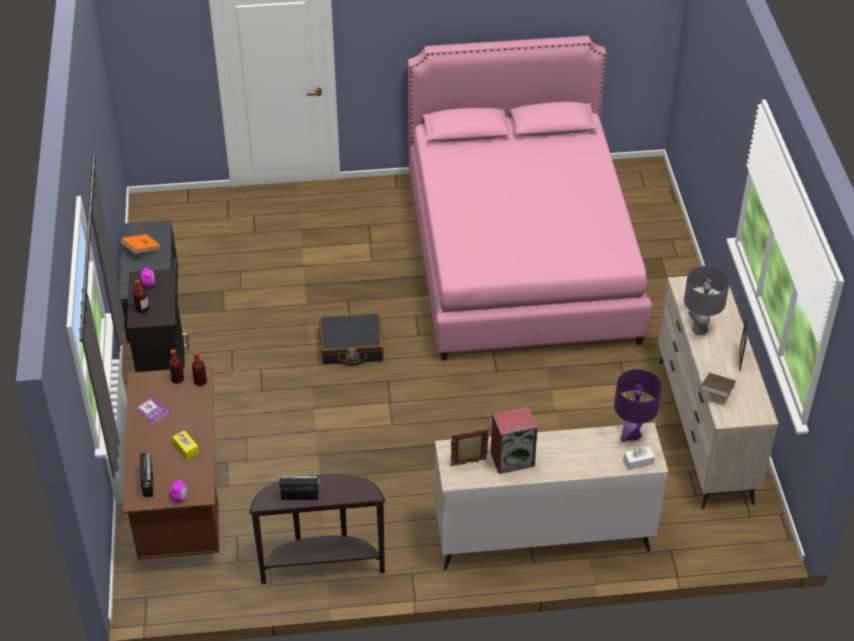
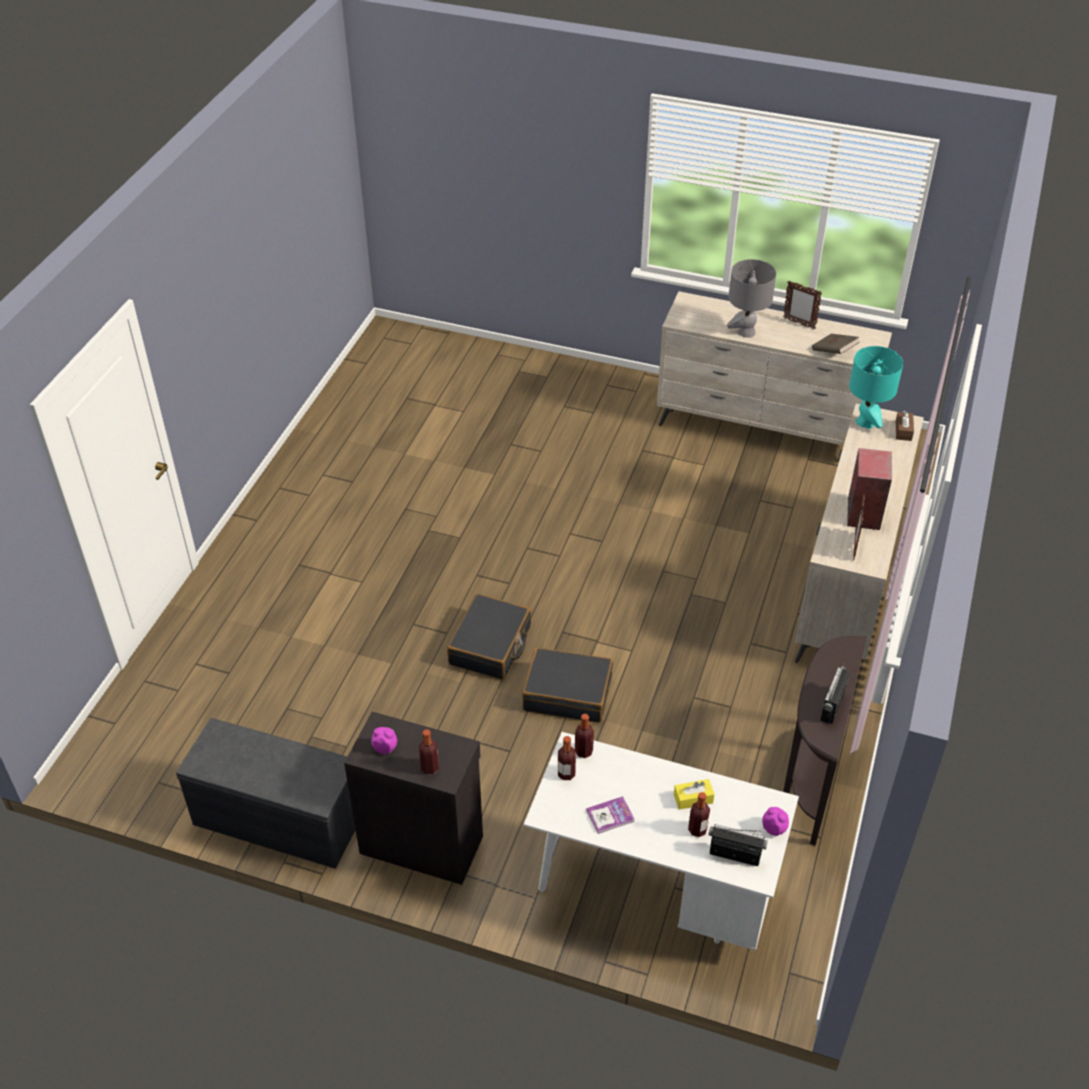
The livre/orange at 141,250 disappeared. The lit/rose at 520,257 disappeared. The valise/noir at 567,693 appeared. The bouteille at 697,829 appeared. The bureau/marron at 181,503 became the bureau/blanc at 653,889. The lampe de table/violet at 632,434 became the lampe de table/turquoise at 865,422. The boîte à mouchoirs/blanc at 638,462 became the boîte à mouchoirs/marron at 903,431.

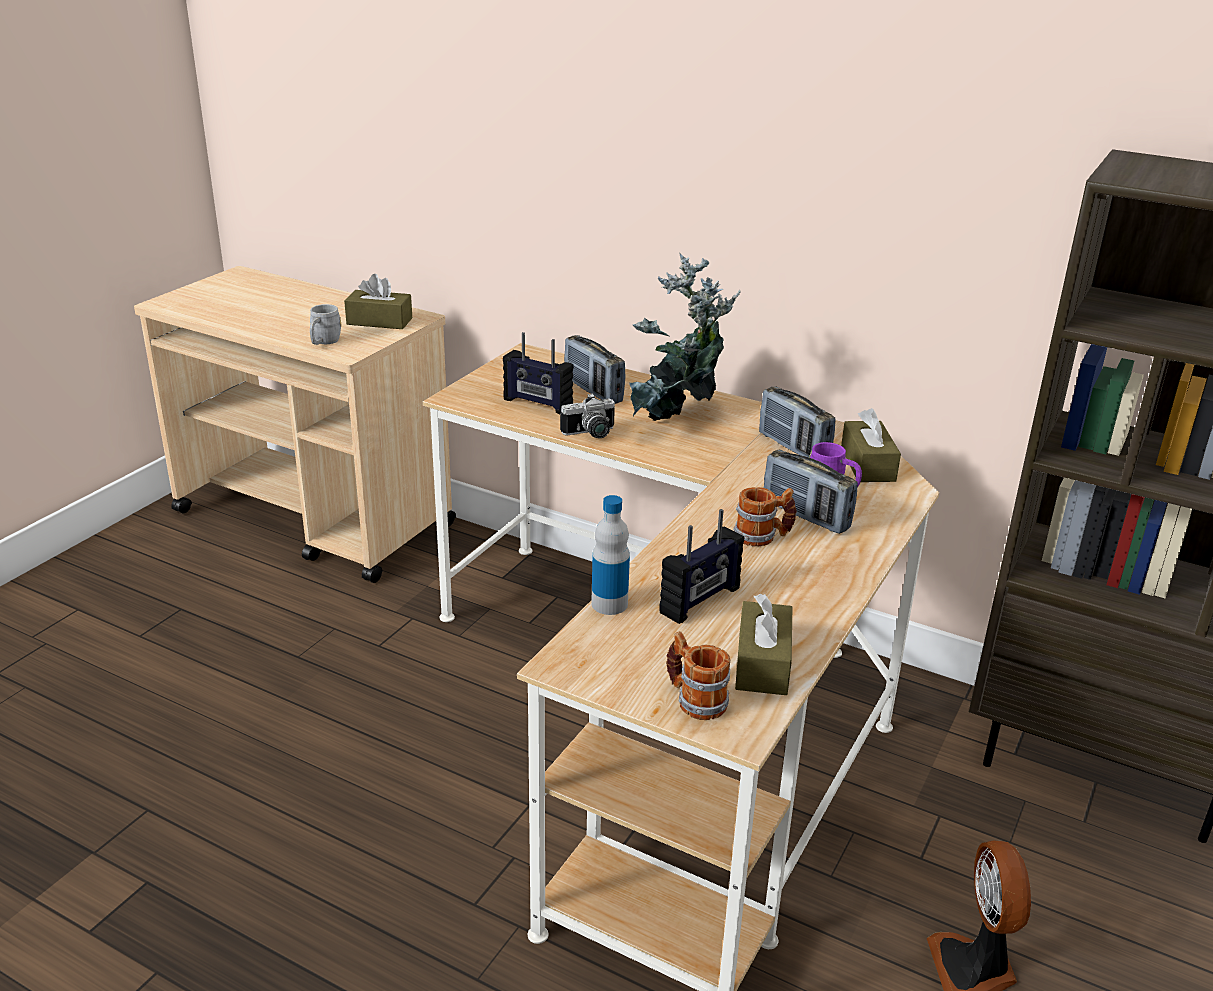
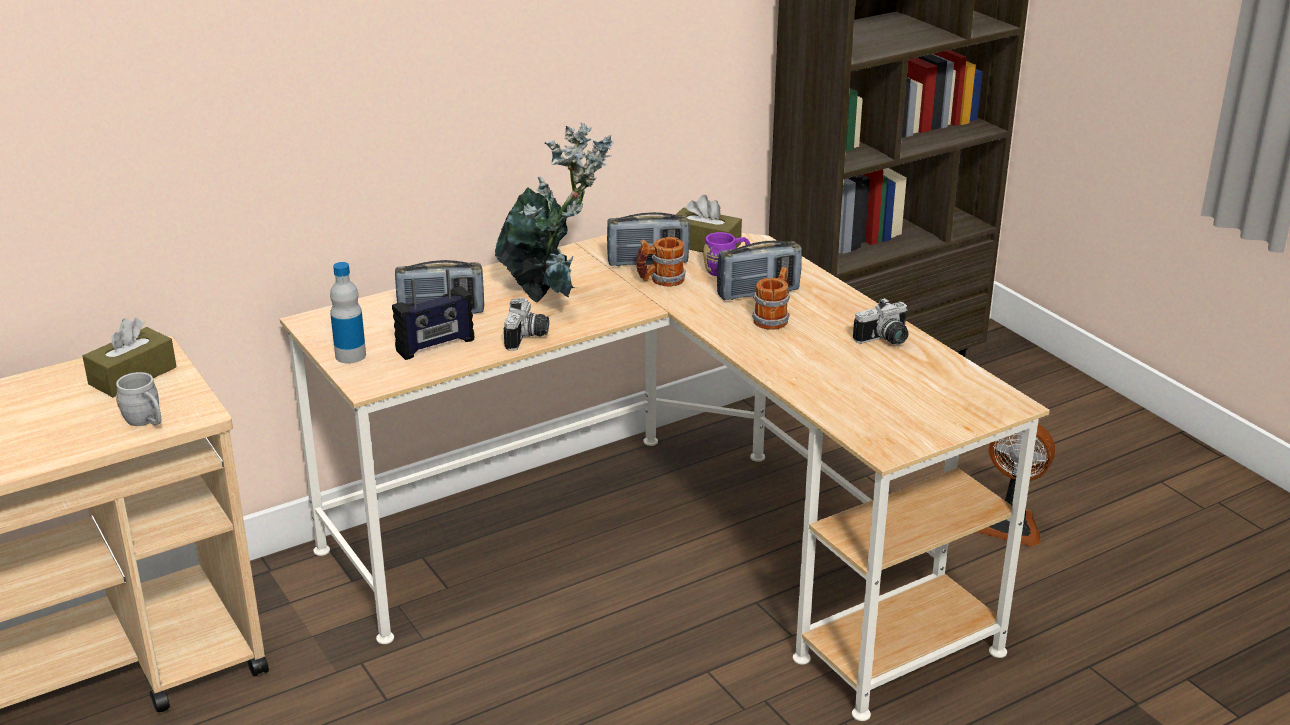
The radio at 701,601 disappeared. The boîte à mouchoirs/marron at 762,663 disappeared. The appareil photo at 885,340 appeared. The bouteille moved from 609,604 to 350,355. The mug moved from 694,699 to 660,280.

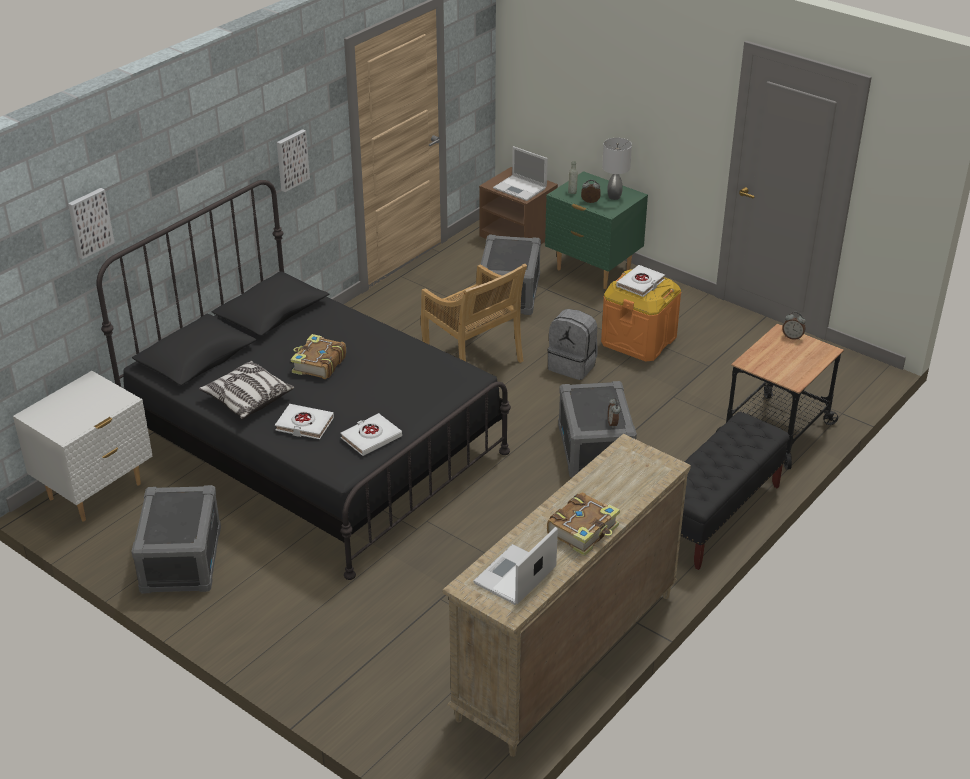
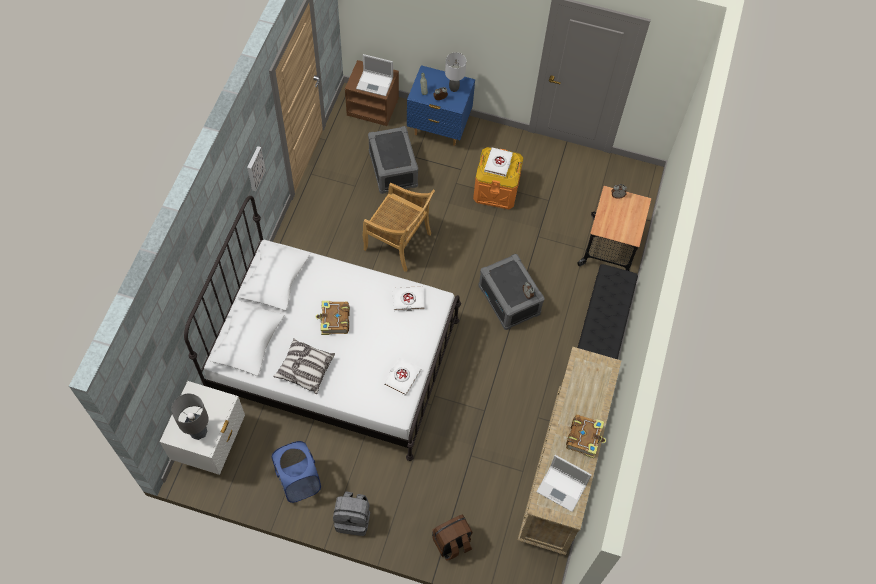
The tableau at 89,222 disappeared. The lampe de table/gris at 199,431 appeared. The sac à dos/marron at 452,543 appeared. The livre/blanc moved from 304,425 to 408,300. The sac à dos/gris moved from 573,365 to 353,519. The boîte de rangement/gris at 181,559 was replaced by the panier à linge/bleu at 299,481. The lit/noir at 316,448 became the lit/blanc at 335,358. The table de chevet/vert at 593,270 became the table de chevet/bleu at 439,129. The ordinateur portable at 514,576 turned 75 degrees counterclockwise.

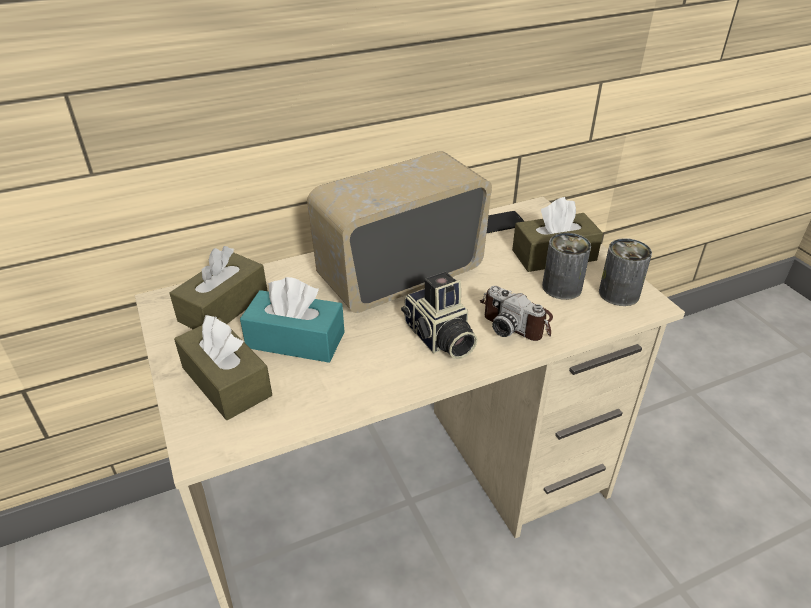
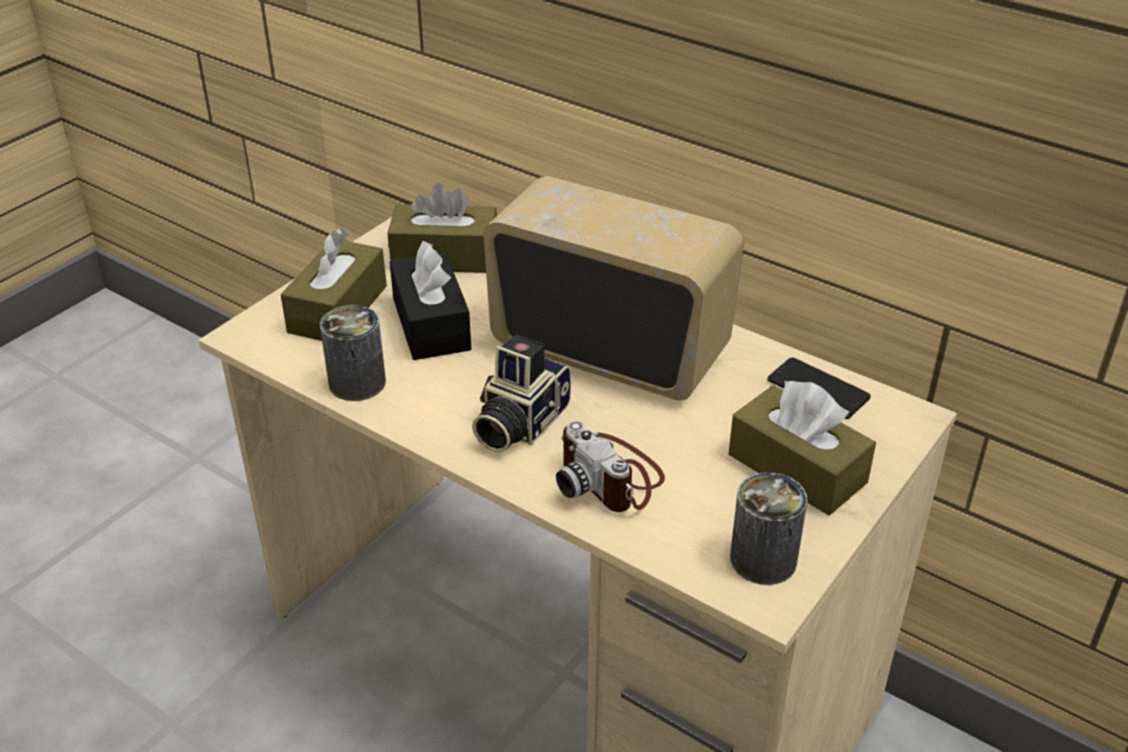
The boîte métallique moved from 562,287 to 357,383. The boîte à mouchoirs/turquoise at 295,340 became the boîte à mouchoirs/noir at 431,324. The appareil photo at 517,320 turned 45 degrees counterclockwise.

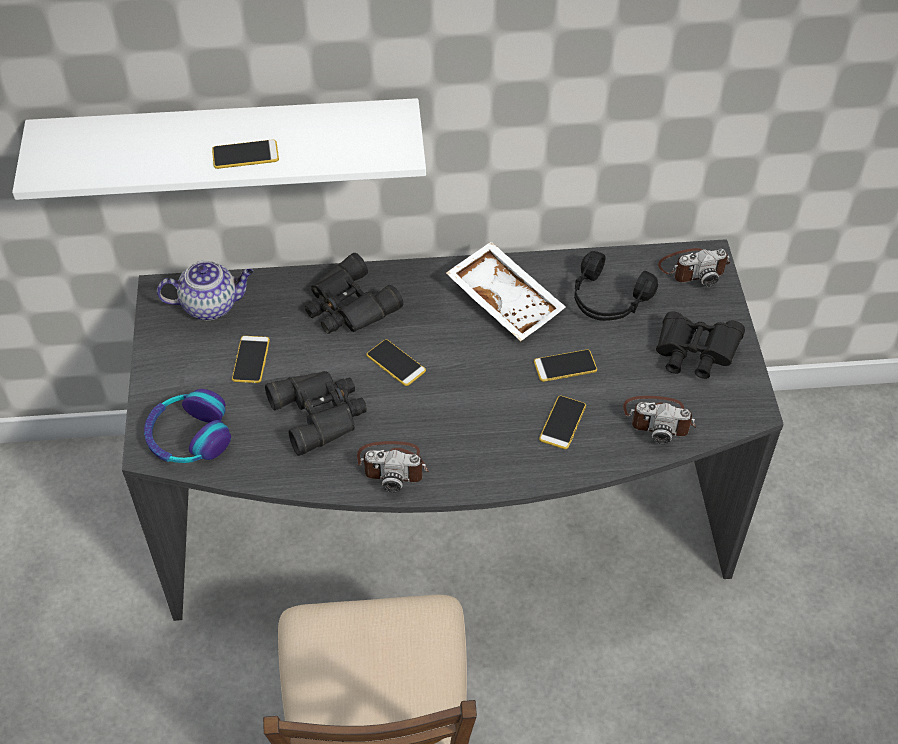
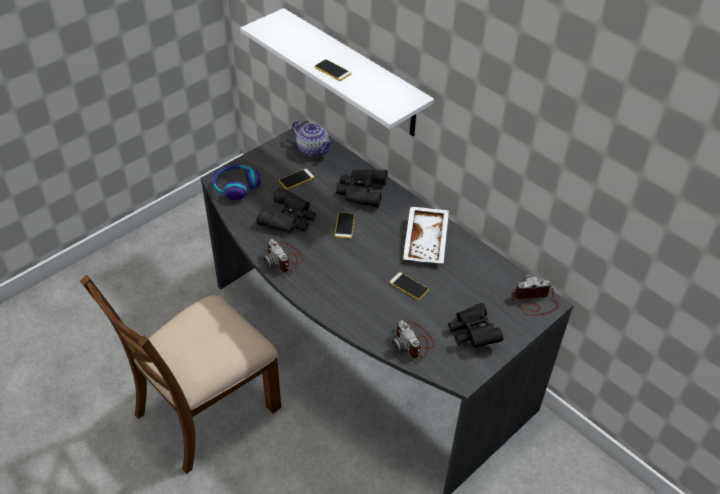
The téléphone at 562,422 disappeared. The casque audio/noir at 607,300 disappeared. The appareil photo at 693,268 turned 135 degrees clockwise.

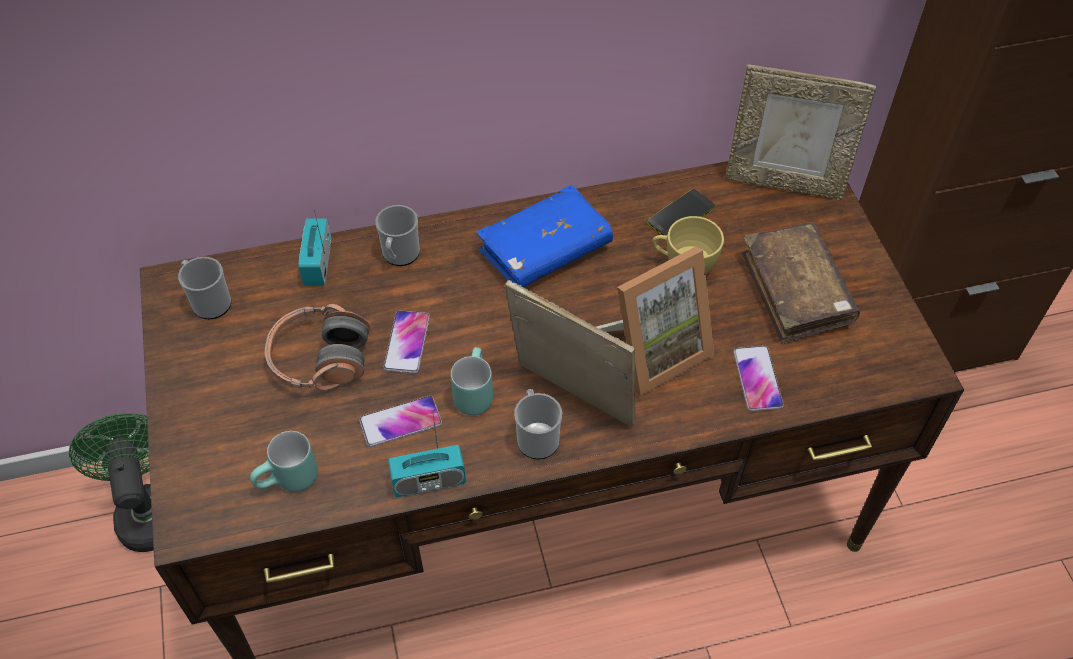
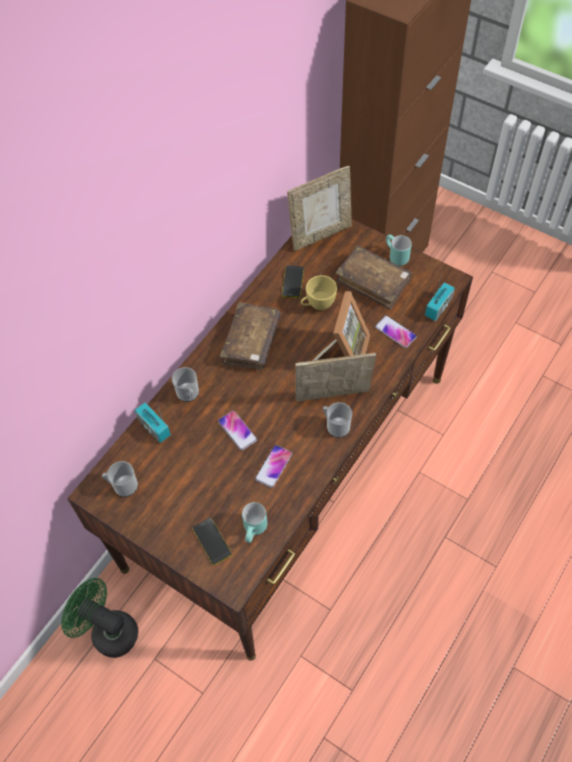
The casque audio at 320,359 disappeared. The téléphone at 212,541 appeared. The radio moved from 428,481 to 438,307. The mug/turquoise moved from 471,392 to 395,257. The livre/bleu at 545,250 became the livre/marron at 251,342.

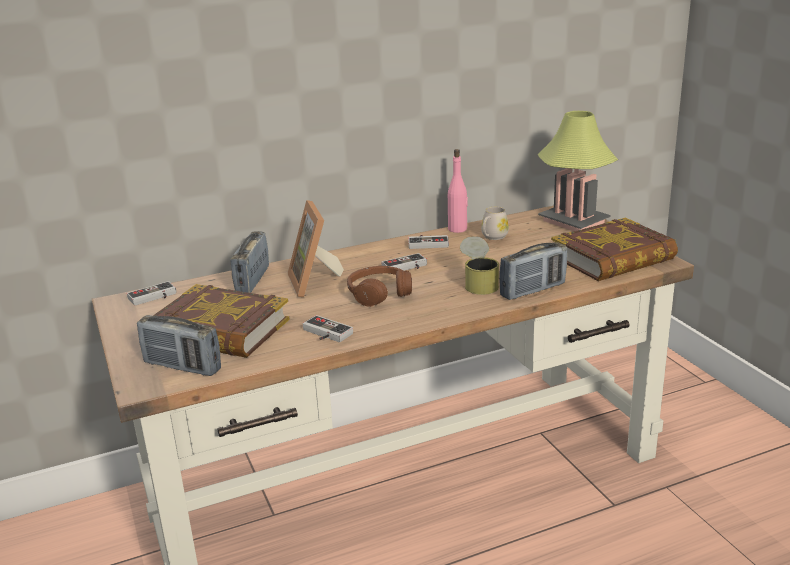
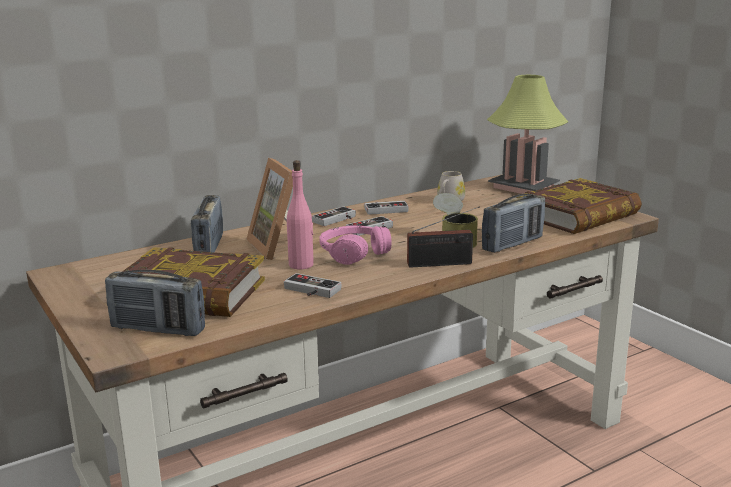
The radio at 443,264 appeared. The manette moved from 154,297 to 337,220. The bouteille/rose moved from 458,229 to 301,265. The casque audio/marron at 379,294 became the casque audio/rose at 353,253.

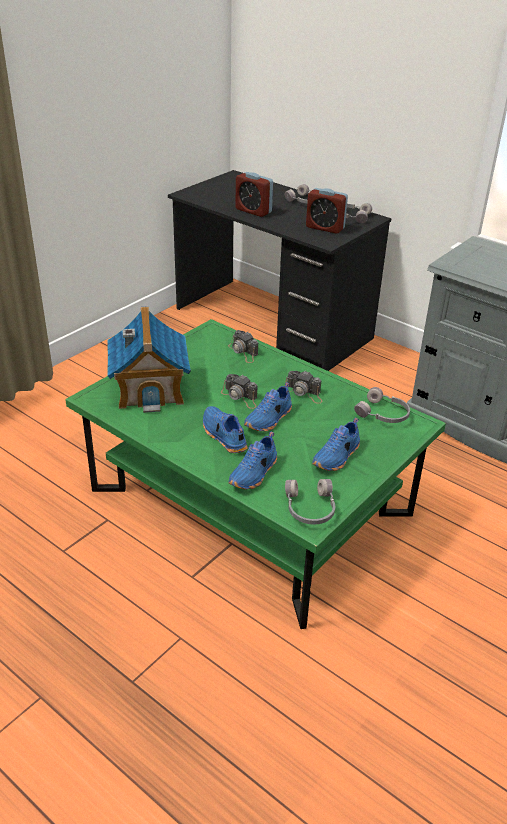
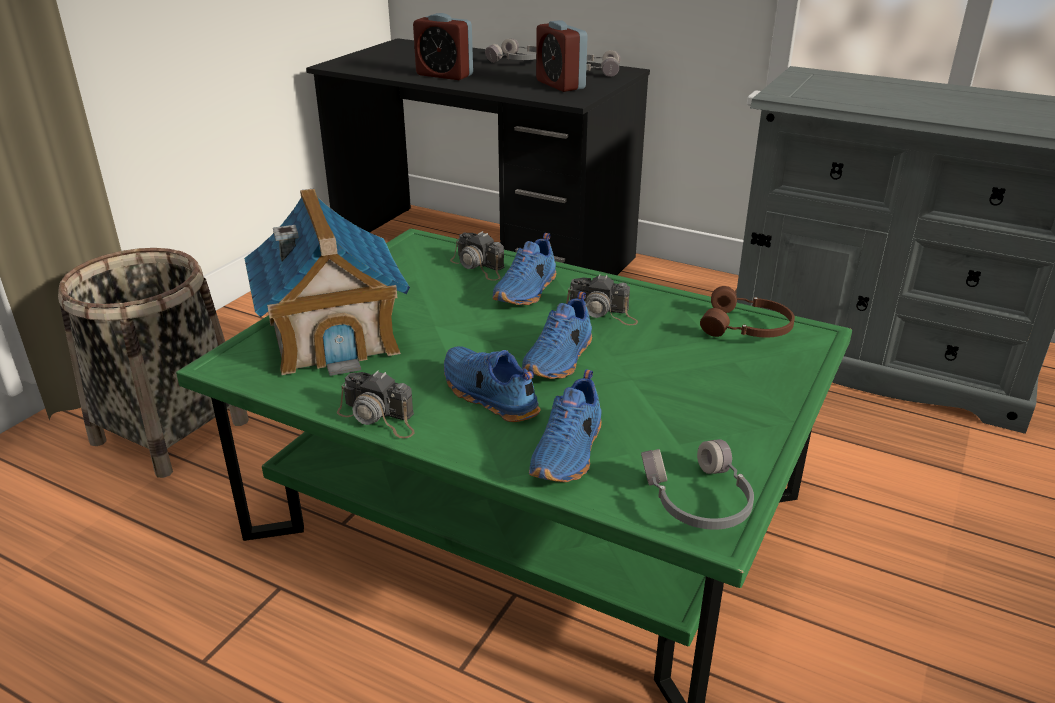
The panier at 171,431 appeared. The appareil photo moved from 240,397 to 379,417. The chaussure/bleu moved from 337,457 to 527,291. The casque audio/gris at 383,414 became the casque audio/marron at 747,328. The réveil at 325,228 turned 45 degrees clockwise.

